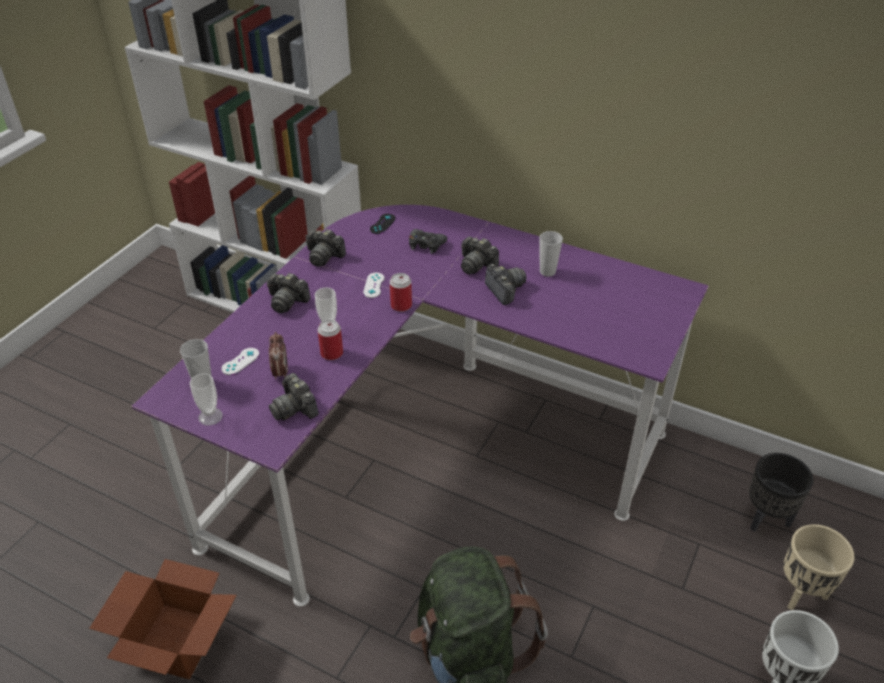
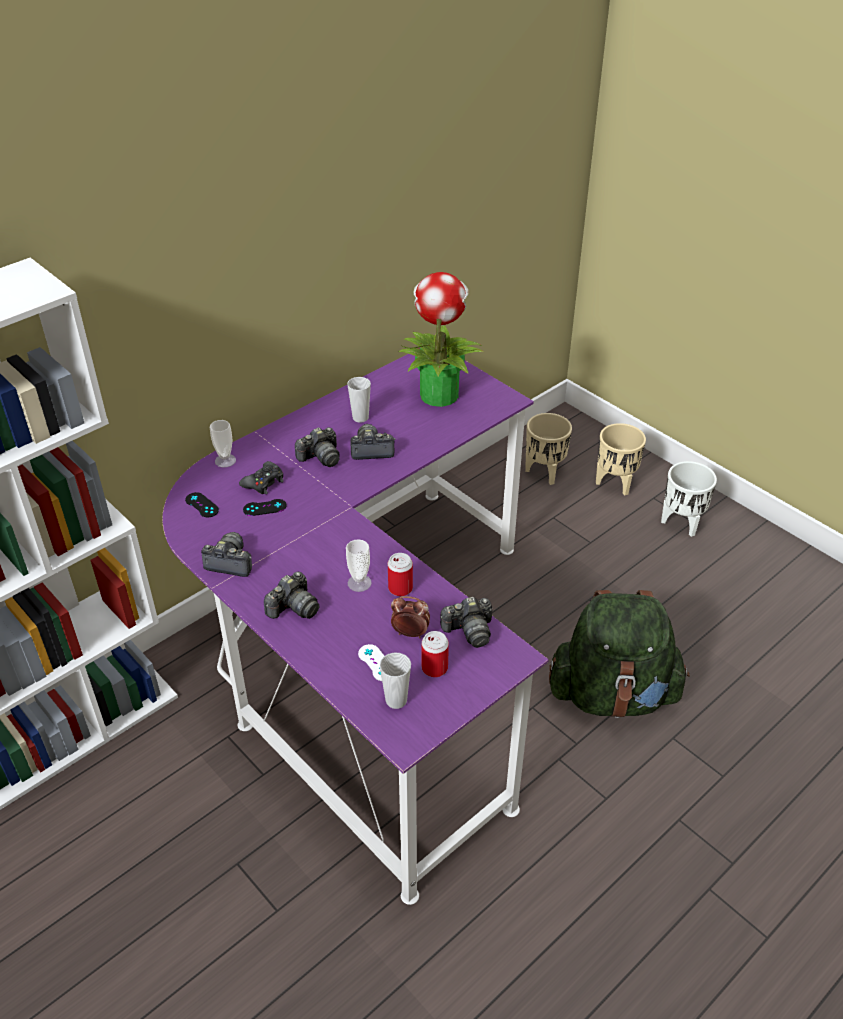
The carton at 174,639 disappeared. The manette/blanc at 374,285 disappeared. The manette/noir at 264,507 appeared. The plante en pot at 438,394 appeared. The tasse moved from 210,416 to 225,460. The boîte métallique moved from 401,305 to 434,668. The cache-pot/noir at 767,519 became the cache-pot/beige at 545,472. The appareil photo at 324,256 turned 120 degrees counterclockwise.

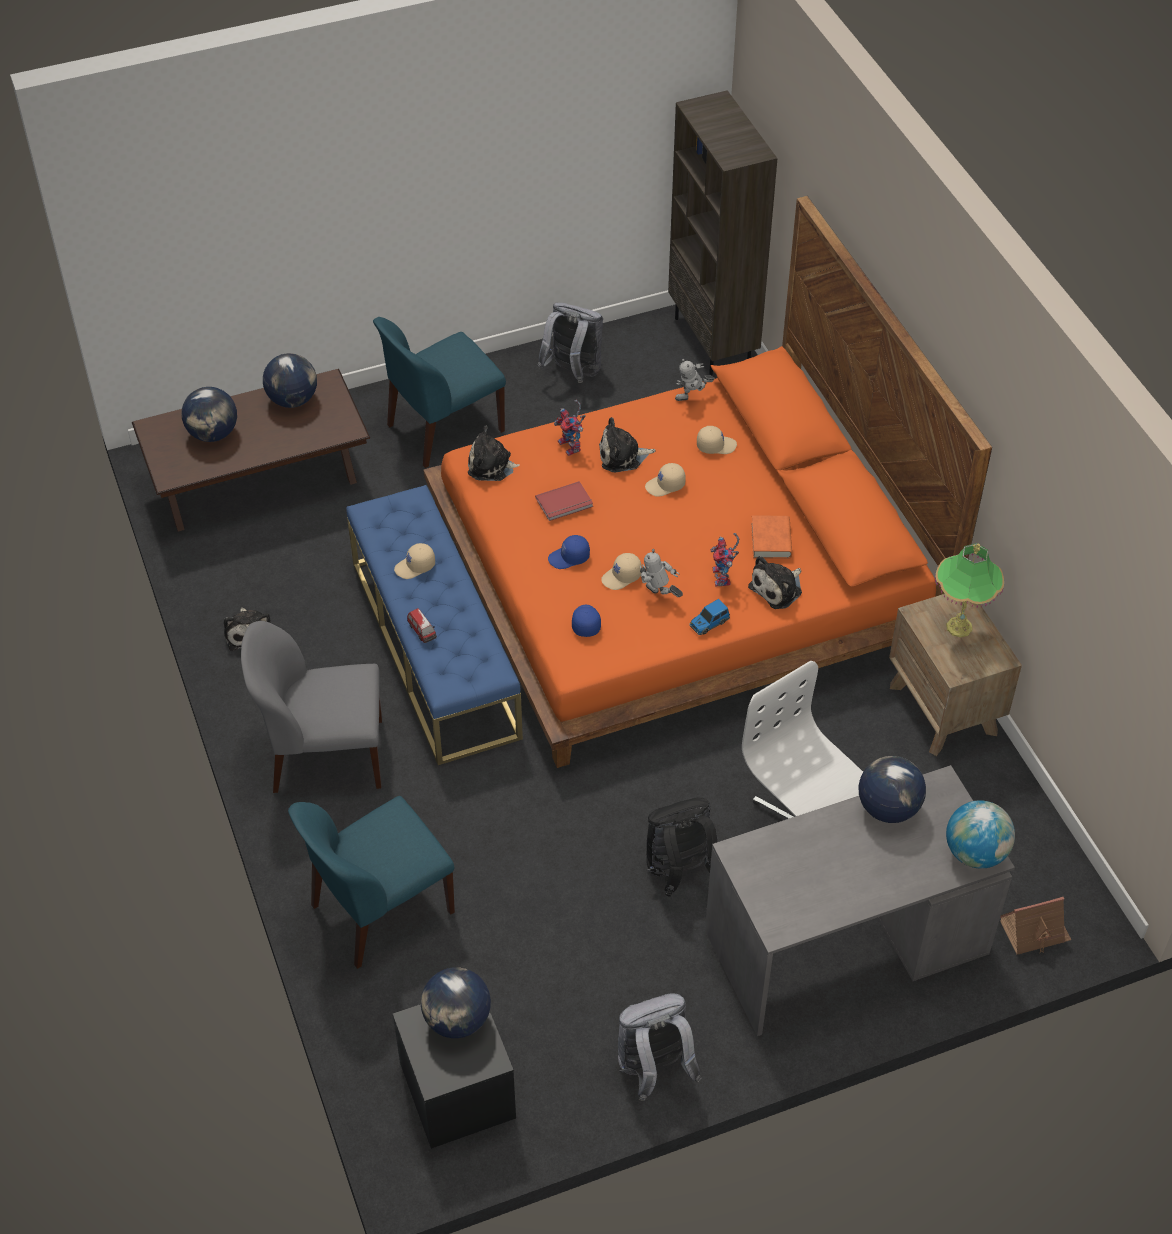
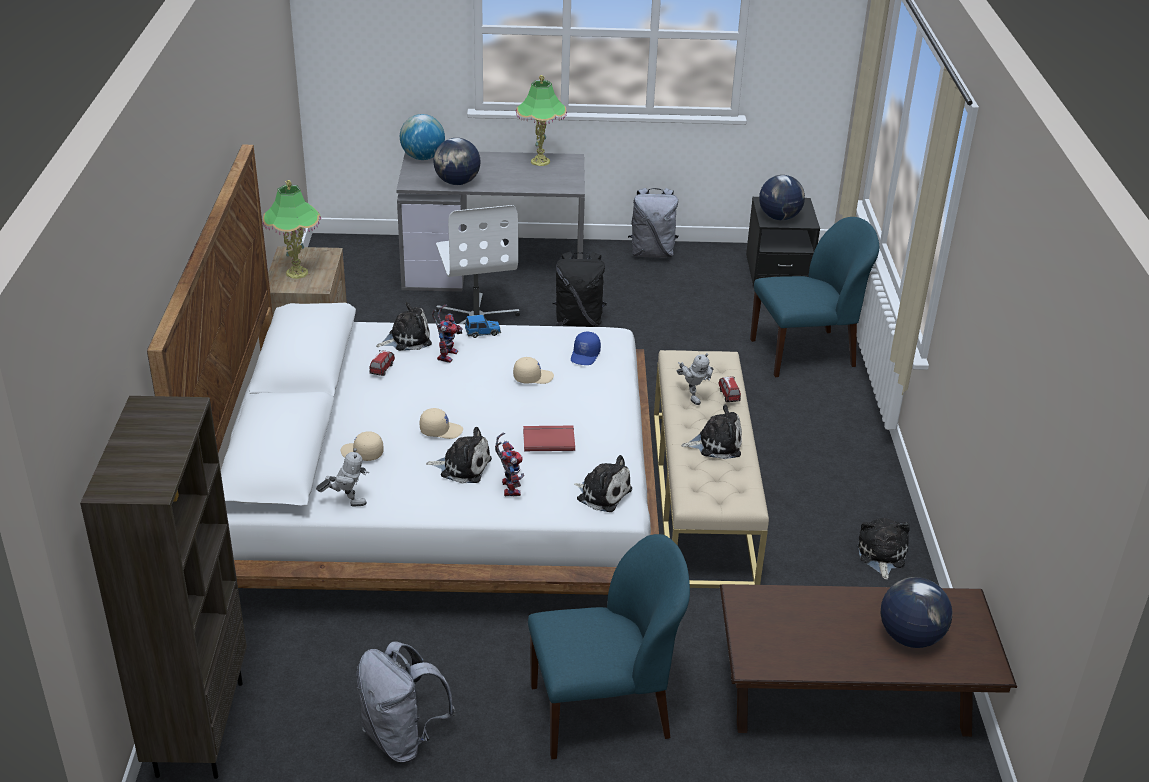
The chaise/gris at 325,756 disappeared. The globe at 293,400 disappeared. The casquette/bleu at 569,558 disappeared. The maison miniature at 1034,931 disappeared. The lampe de table at 540,161 appeared. The robot jouet moved from 658,596 to 692,396. The casquette/beige at 415,567 was replaced by the peluche at 716,444. The livre/orange at 771,541 was replaced by the petite voiture at 382,369. The banc/bleu at 435,649 became the banc/beige at 702,495. The lit/orange at 679,576 became the lit/blanc at 442,490.

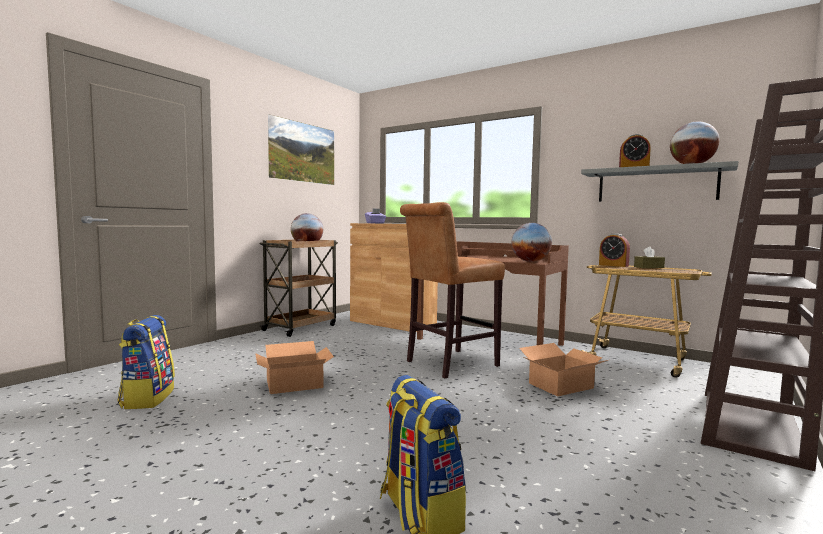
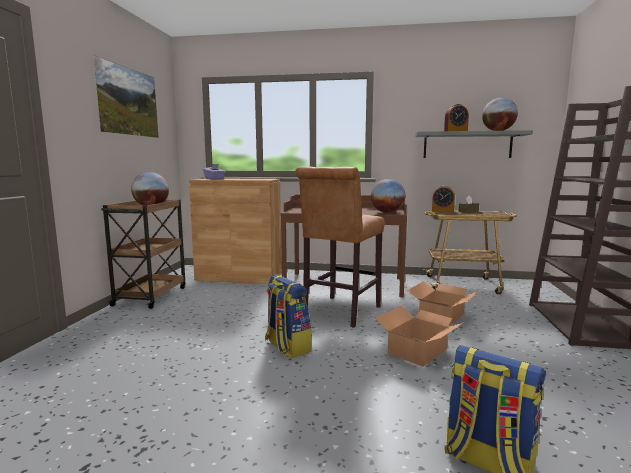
The sac à dos moved from 147,398 to 286,347. The carton moved from 295,384 to 418,351.

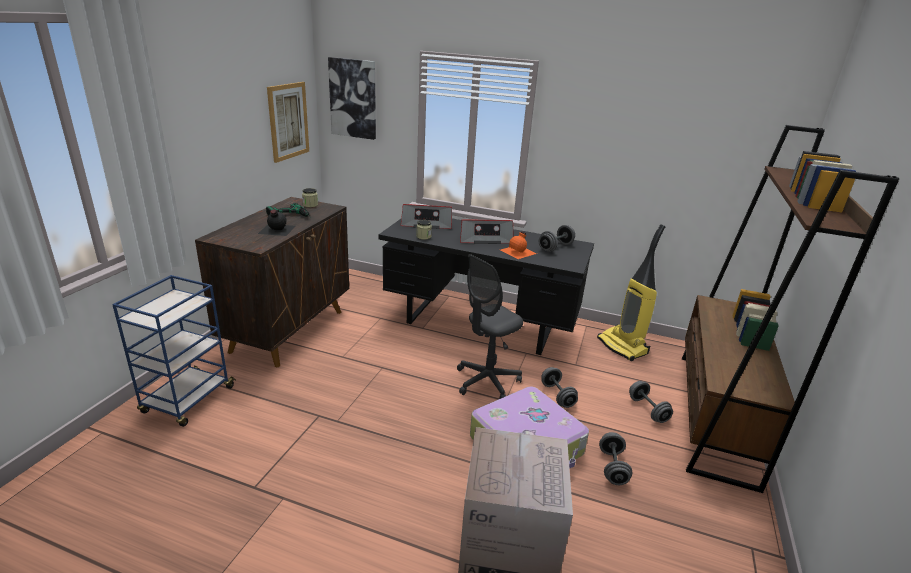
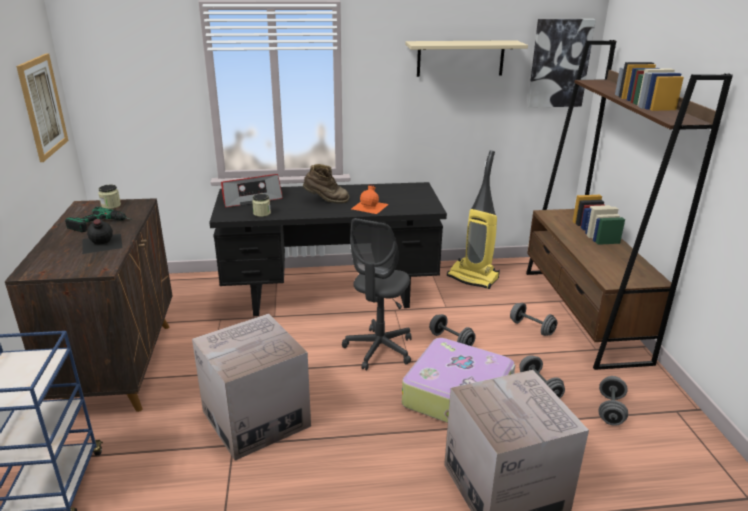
The carton at 256,418 appeared. The étagère/beige at 460,58 appeared. The tableau moved from 353,98 to 559,63. The haltère/gris moved from 555,247 to 610,410. The radio at 485,239 was replaced by the botte/marron at 326,201.

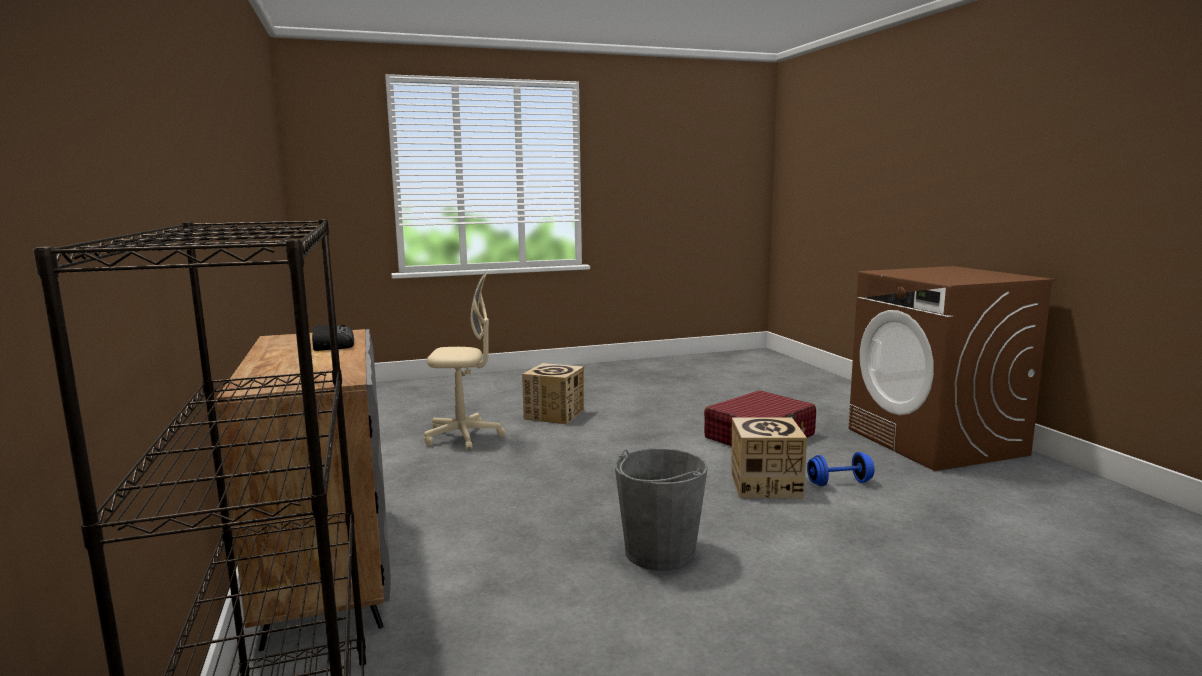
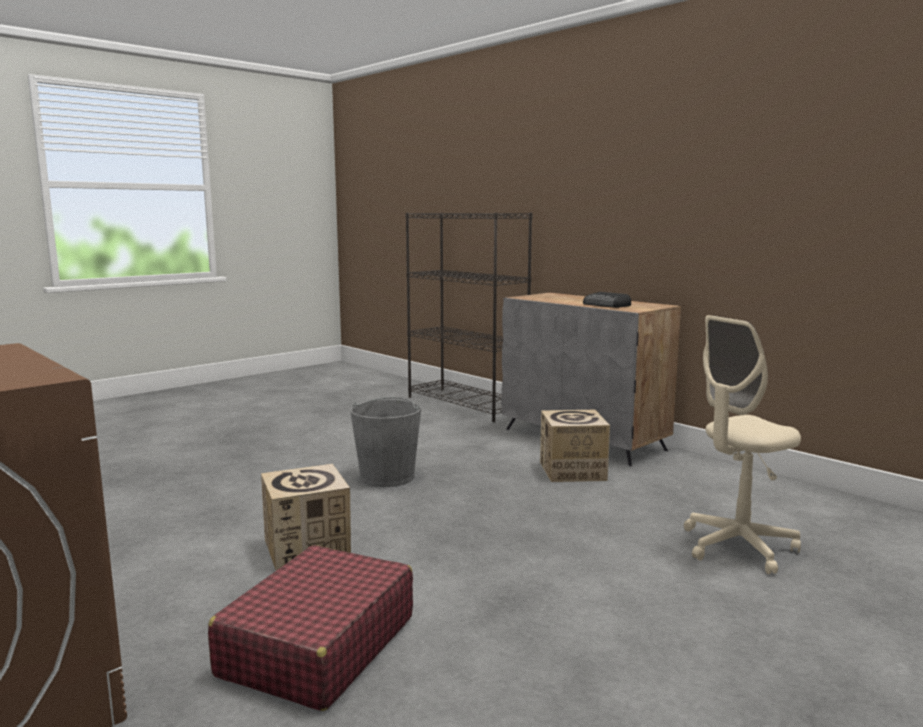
The haltère/bleu at 839,483 disappeared. The carton moved from 554,414 to 572,471.

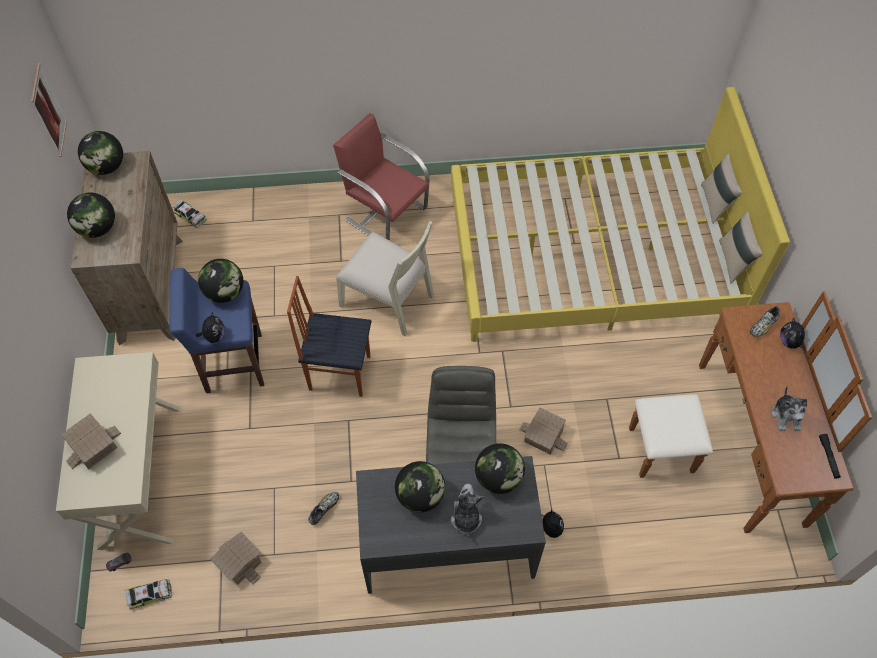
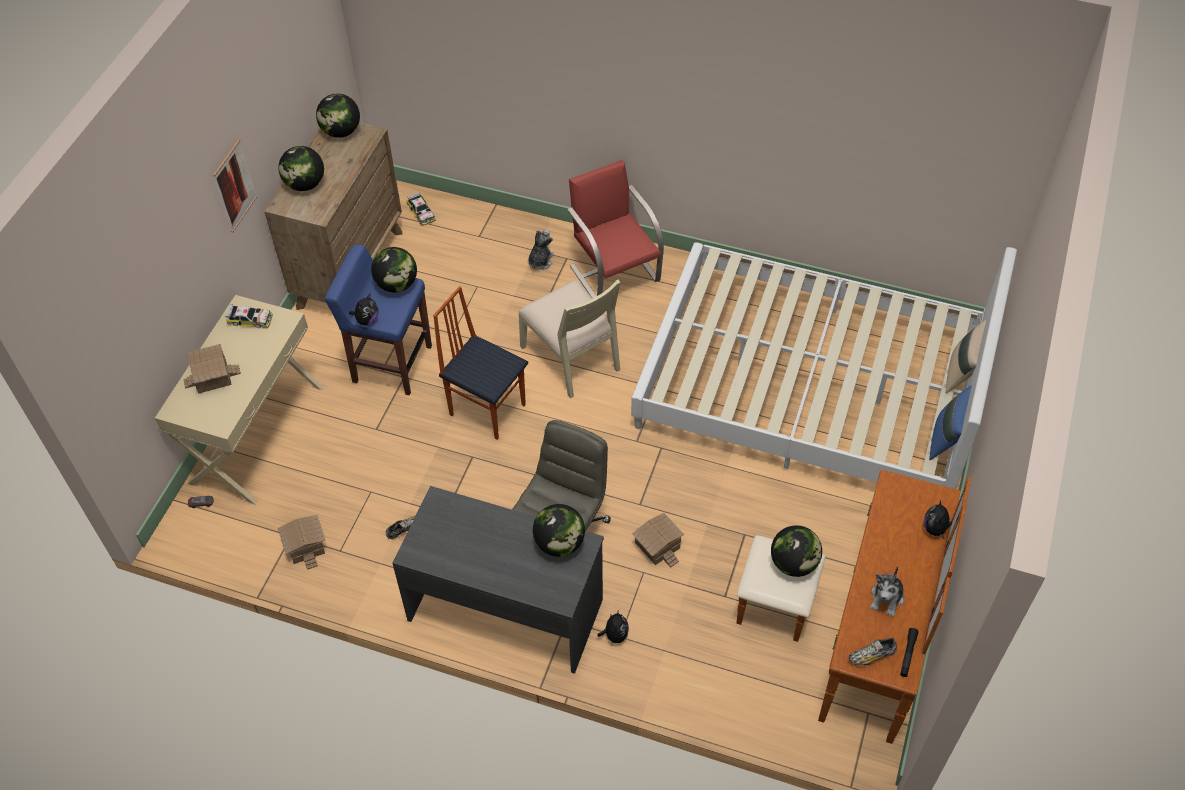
The tableau moved from 49,111 to 234,186. The petite voiture moved from 150,594 to 250,320. The globe moved from 420,495 to 793,563. The peluche moved from 466,517 to 540,261. The chaussure moved from 763,326 to 871,656. The lit/jaune at 593,257 became the lit/blanc at 810,389. The coussin/beige at 734,261 became the coussin/bleu at 947,439.

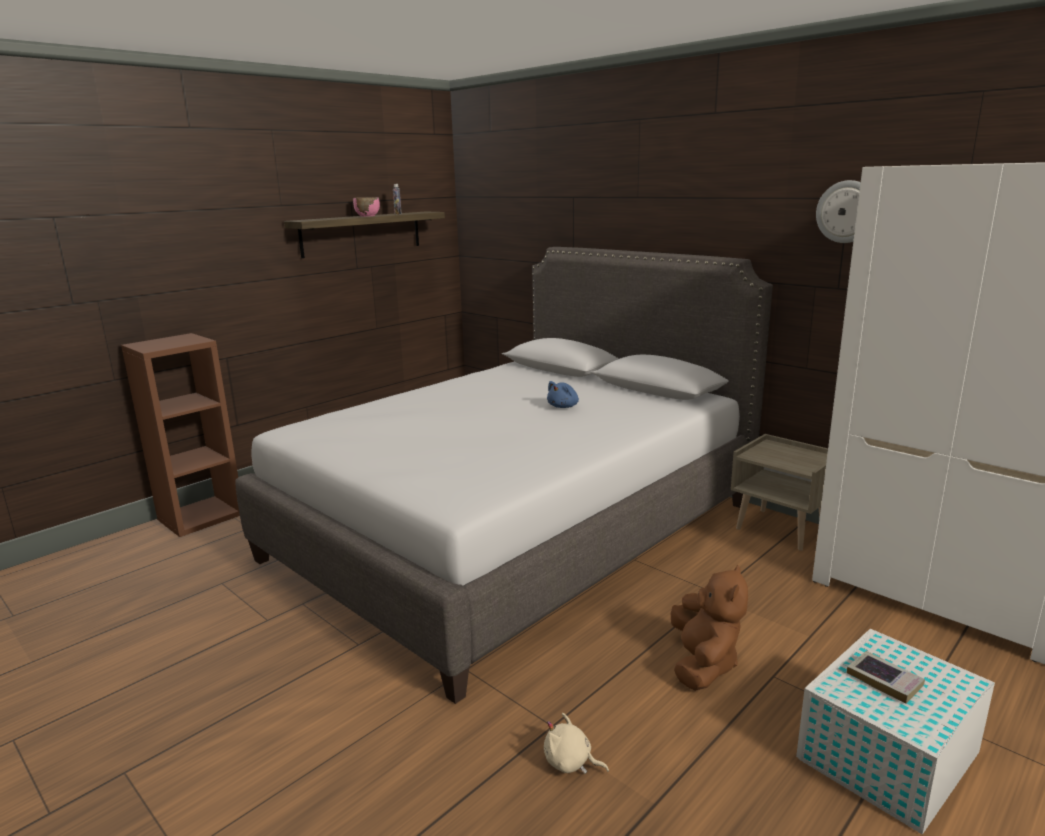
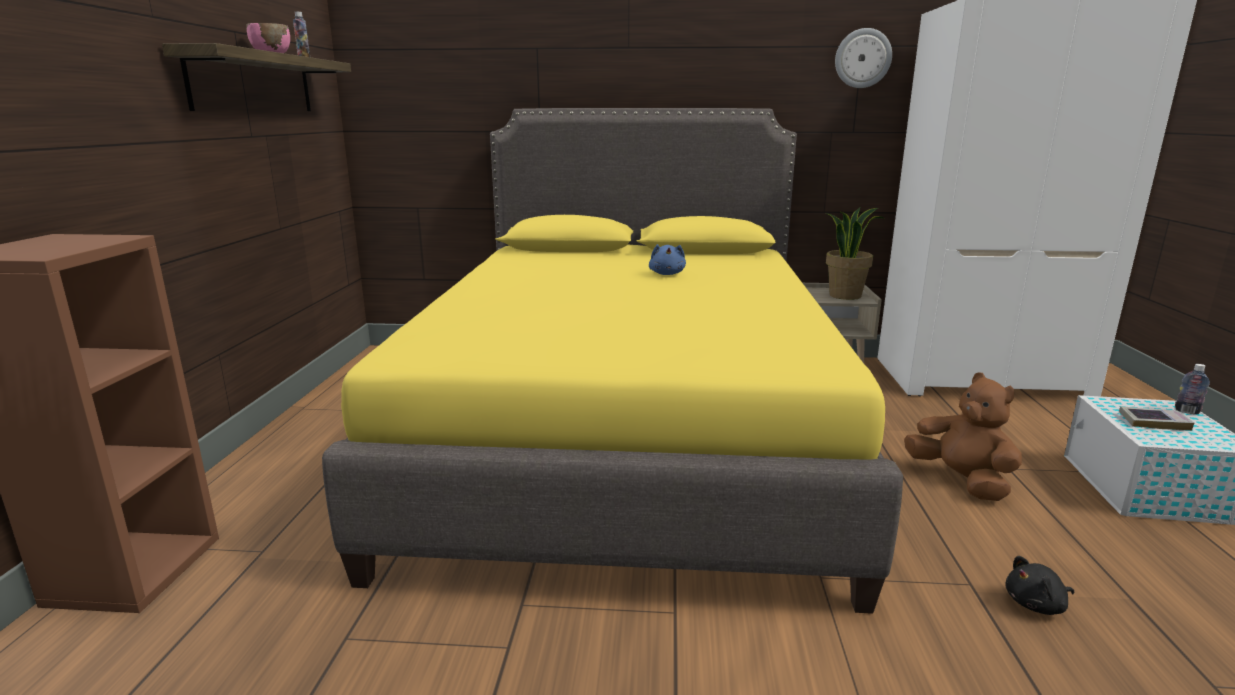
The plante en pot at 845,295 appeared. The bouteille at 1187,411 appeared. The lit/gris at 515,530 became the lit/jaune at 626,435. The peluche/beige at 570,762 became the peluche/noir at 1036,605.

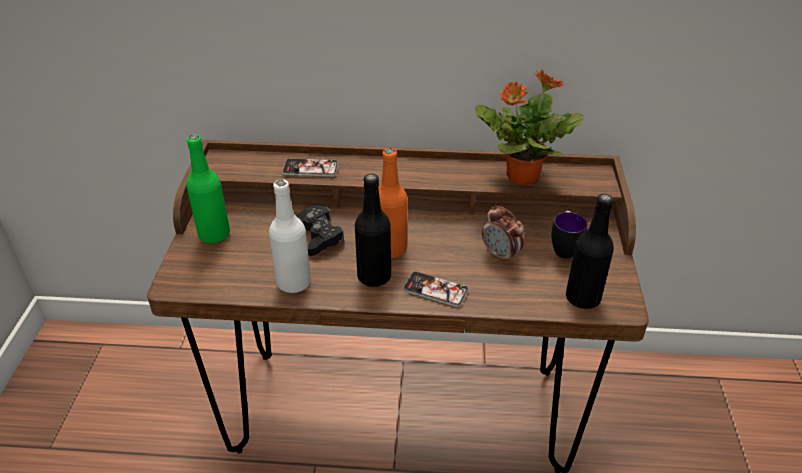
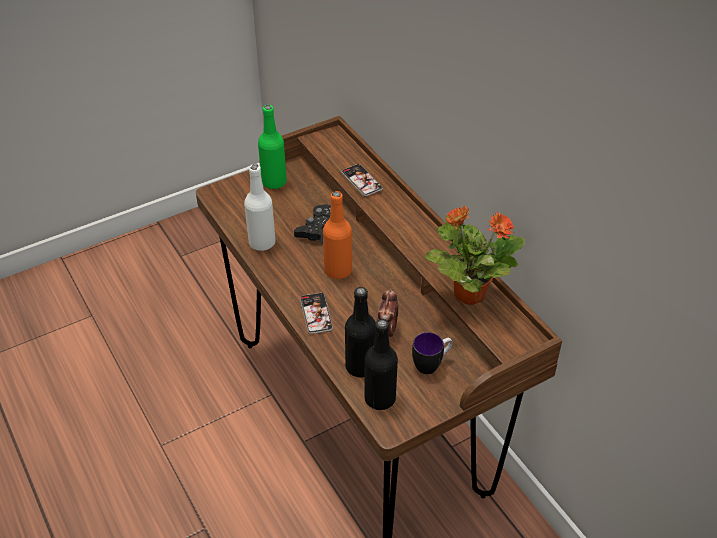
The bouteille/noir moved from 374,277 to 360,367.

